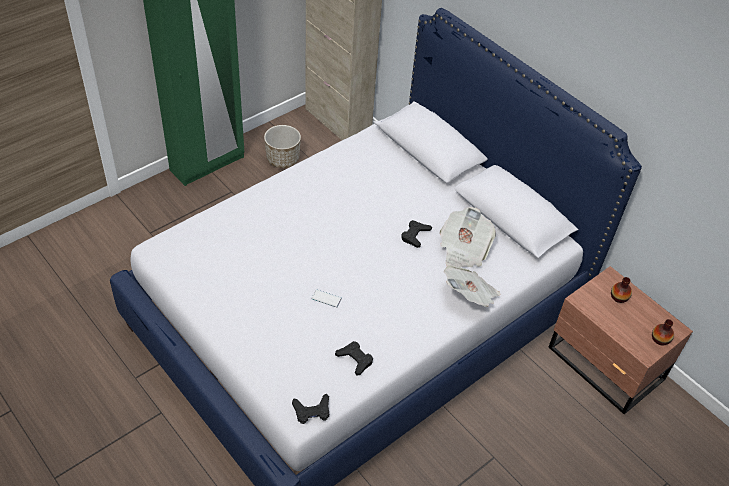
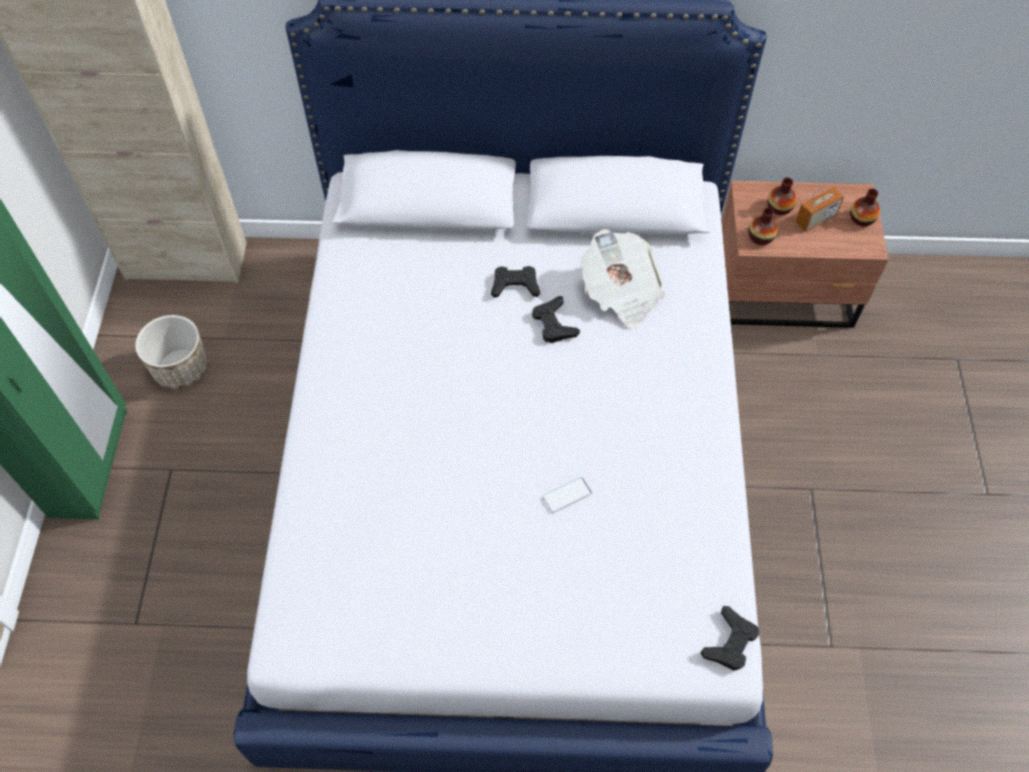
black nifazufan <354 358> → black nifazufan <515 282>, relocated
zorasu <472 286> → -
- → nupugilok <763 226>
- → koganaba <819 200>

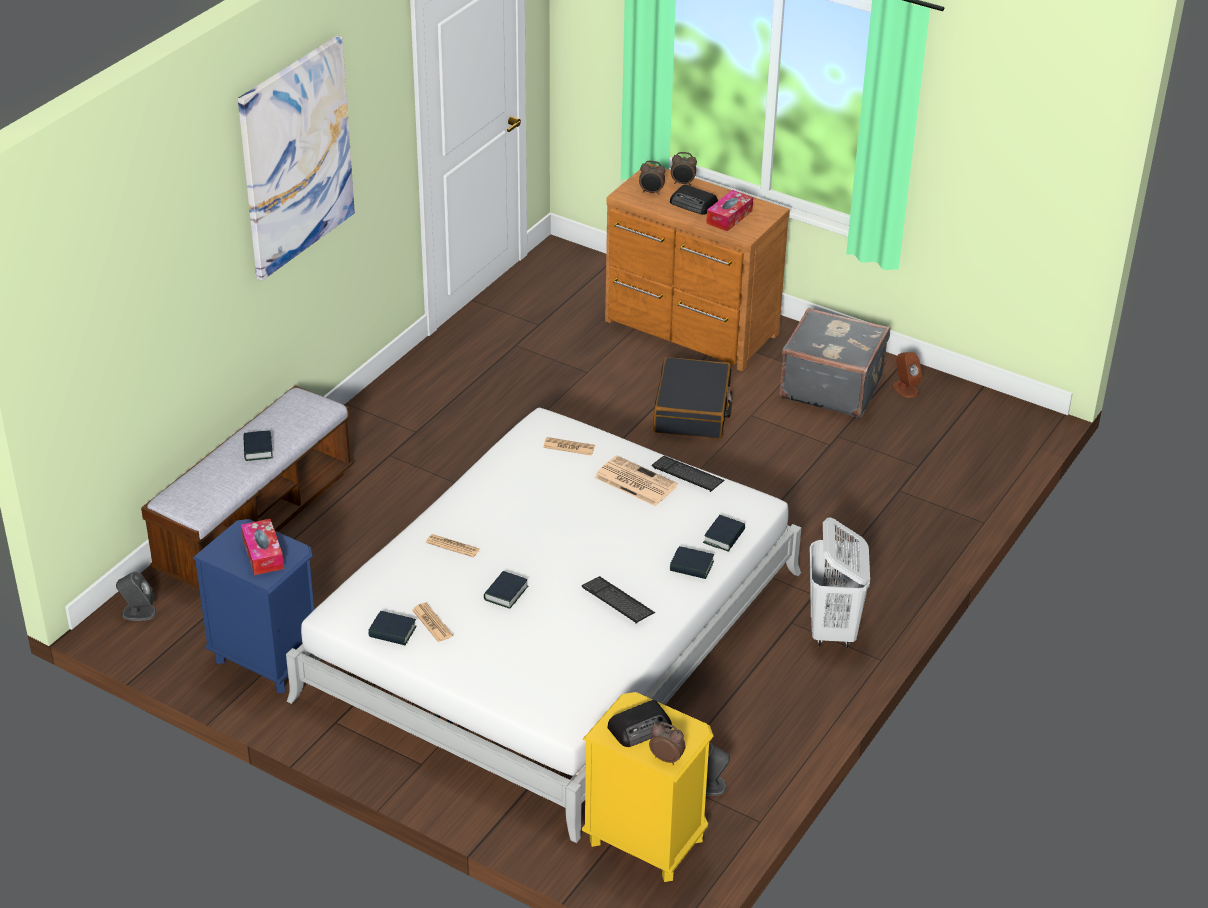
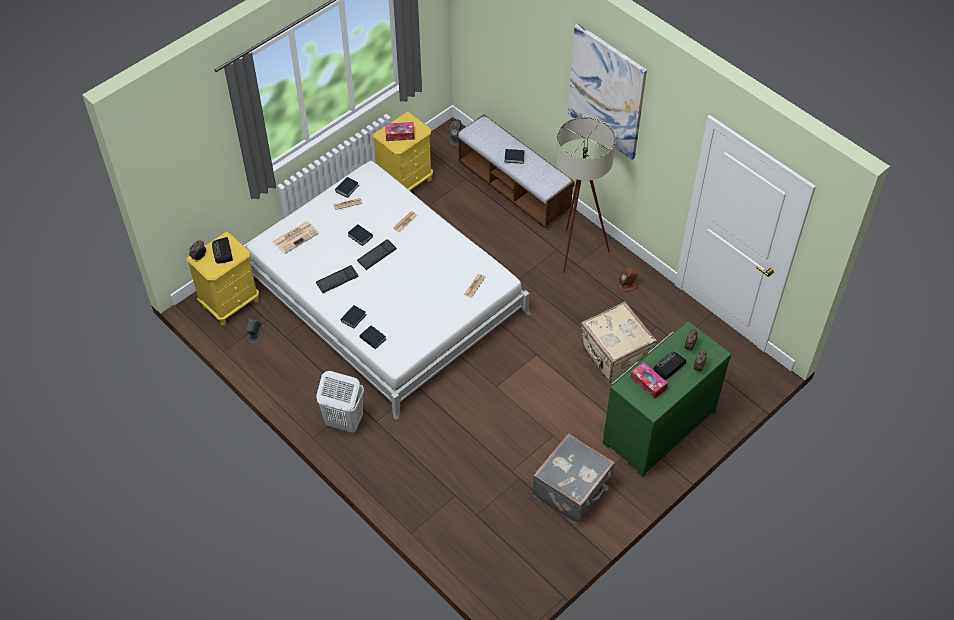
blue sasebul <253 606> → yellow sasebul <402 151>
zorasu <636 480> → zorasu <296 237>, relocated
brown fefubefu <697 267> → green fefubefu <667 399>
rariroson <688 474> → rariroson <377 254>, relocated
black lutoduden <692 398> → -
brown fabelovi <907 375> → brown fabelovi <628 279>, relocated
- → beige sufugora <586 195>
- → beige lutoduden <618 342>

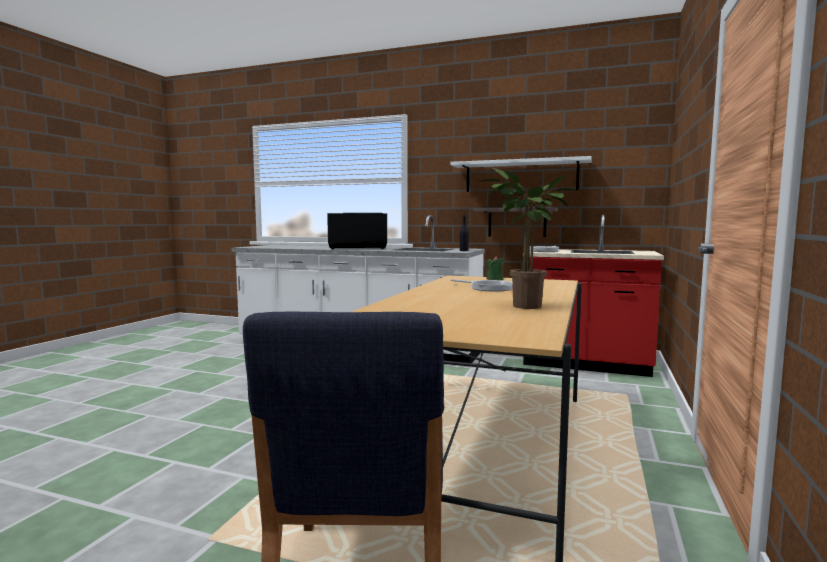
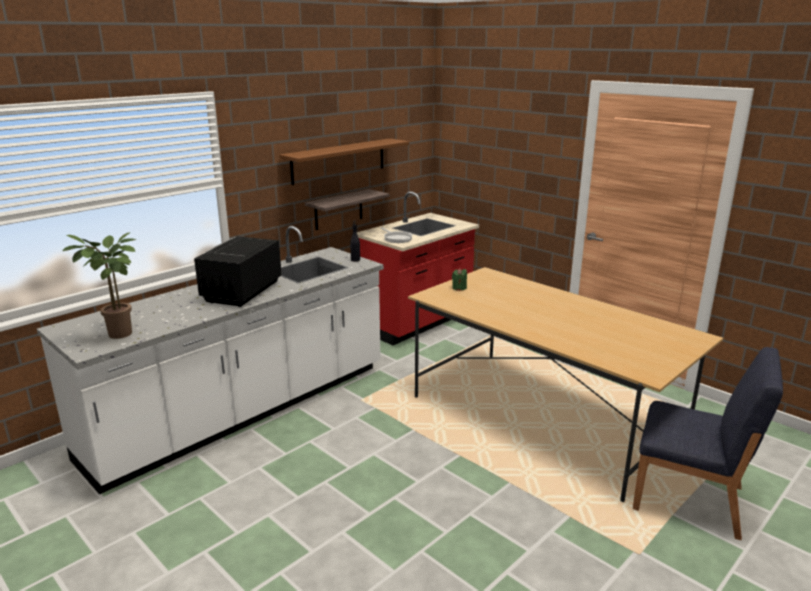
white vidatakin <520 174> → brown vidatakin <344 161>
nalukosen <481 285> → -
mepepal <528 238> → mepepal <100 285>, relocated

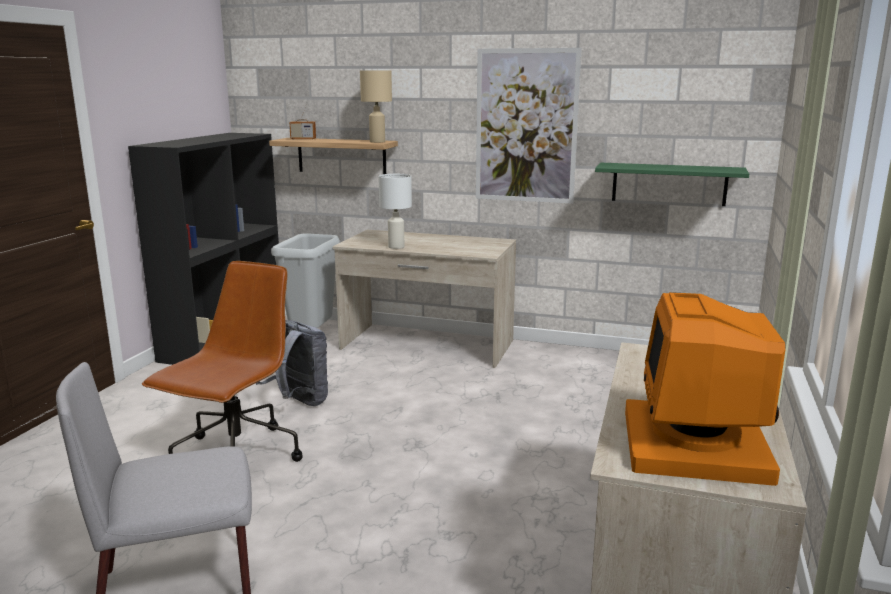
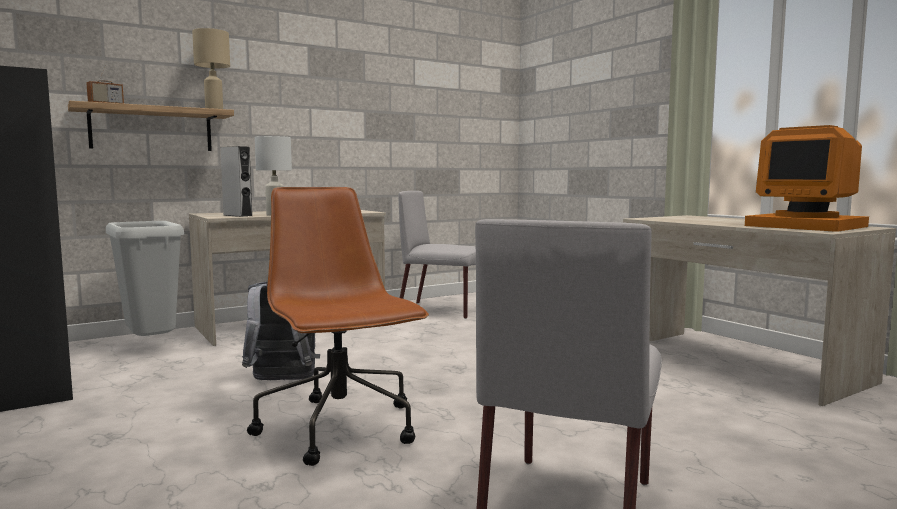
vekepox <529 126> → -
green vidatakin <672 184> → -
- → grey fabelovi <236 181>
- → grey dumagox <437 255>

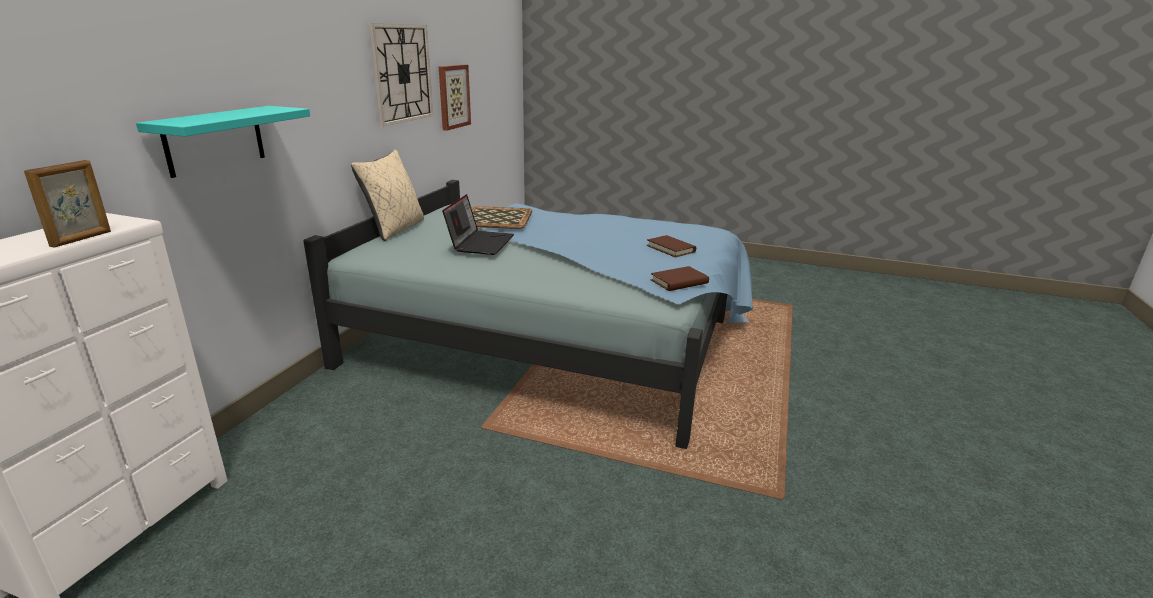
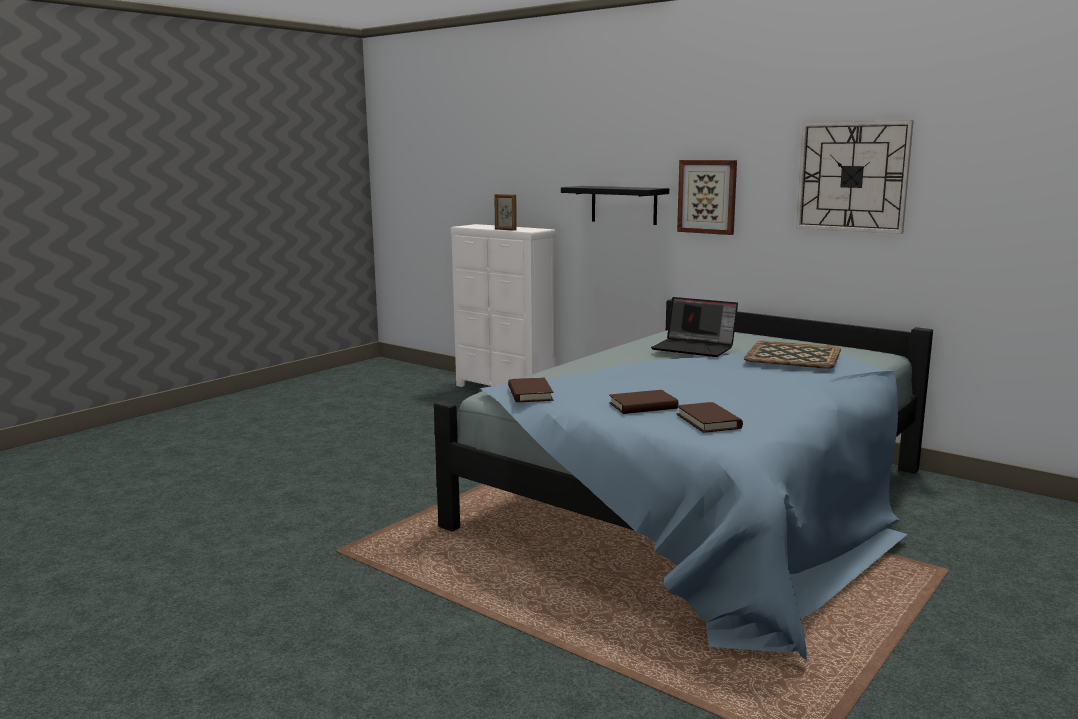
turquoise vidatakin <223 142> → black vidatakin <615 205>
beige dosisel <387 195> → -
vekepox <455 98> → vekepox <707 197>, relocated
- → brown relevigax <710 417>

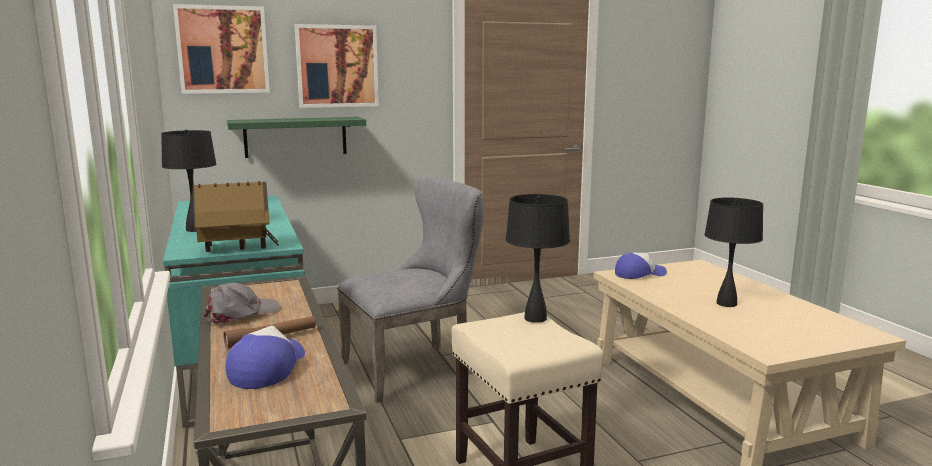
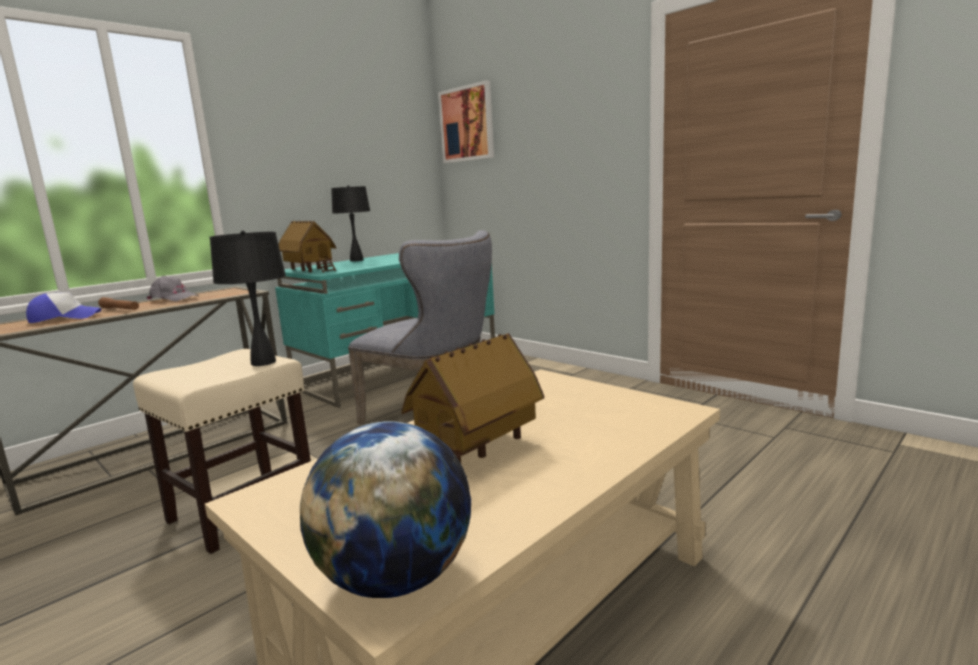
green vidatakin <296 137> → -
vekepox <337 66> → -
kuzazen <641 266> → -
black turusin <734 252> → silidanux <472 398>
- → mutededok <385 509>

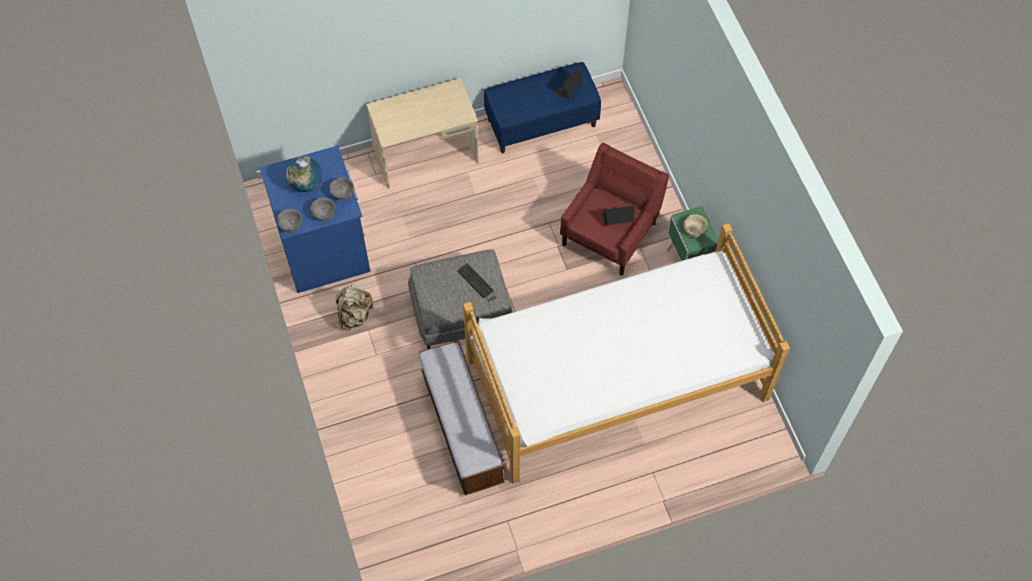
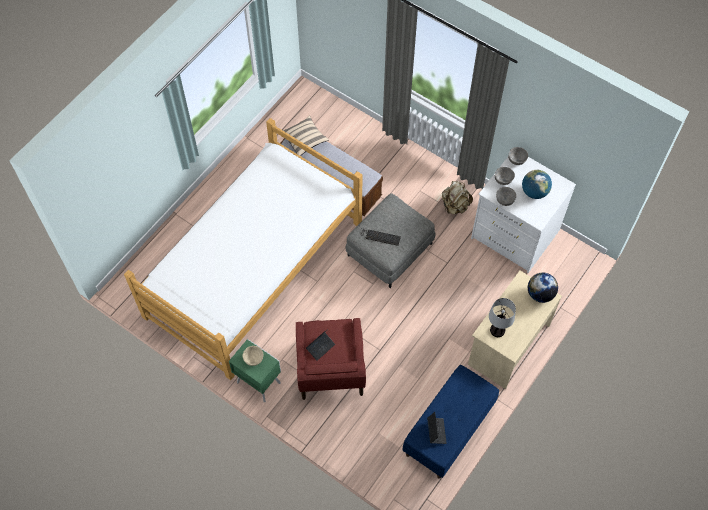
blue fefubefu <315 219> → white fefubefu <523 215>
- → beige dosisel <306 135>
- → turusin <502 317>
- → mutededok <543 288>

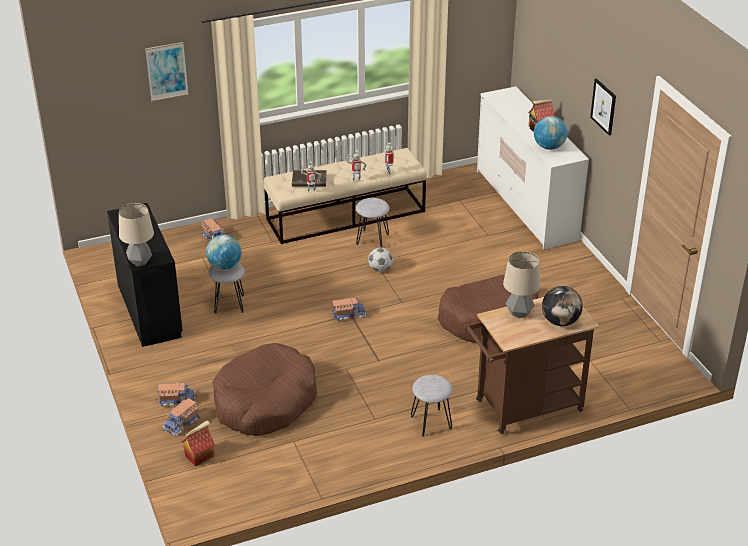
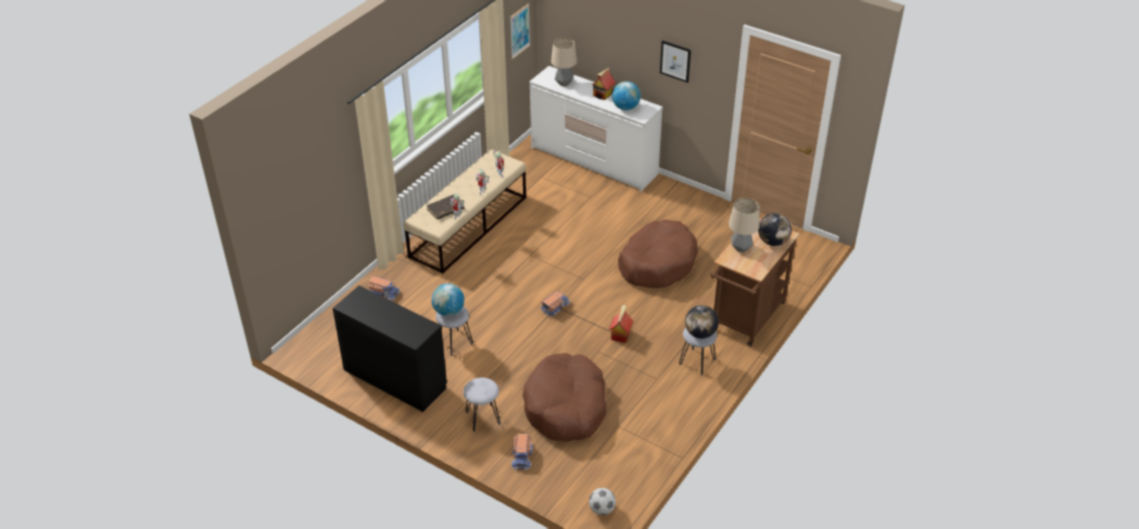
turusin <136 235> → turusin <564 62>, relocated
vekepox <167 71> → vekepox <520 31>, relocated
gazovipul <177 394> → -
silidanux <198 443> → silidanux <621 324>, relocated
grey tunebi <372 223> → grey tunebi <482 405>, relocated
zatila <380 260> → zatila <602 501>, relocated
- → mutededok <702 322>

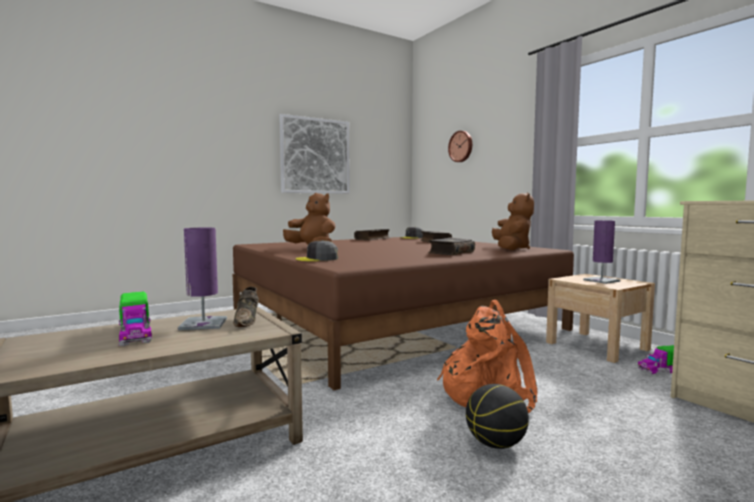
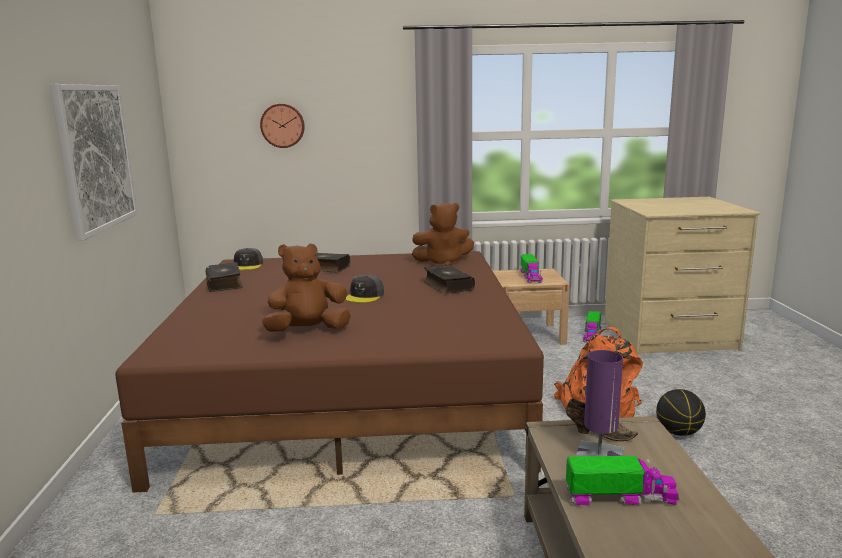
grey kuzazen <316 250> → grey kuzazen <364 289>, relocated
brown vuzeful <513 221> → brown vuzeful <443 234>, 135 degrees clockwise
purple turusin <601 252> → gazovipul <531 269>

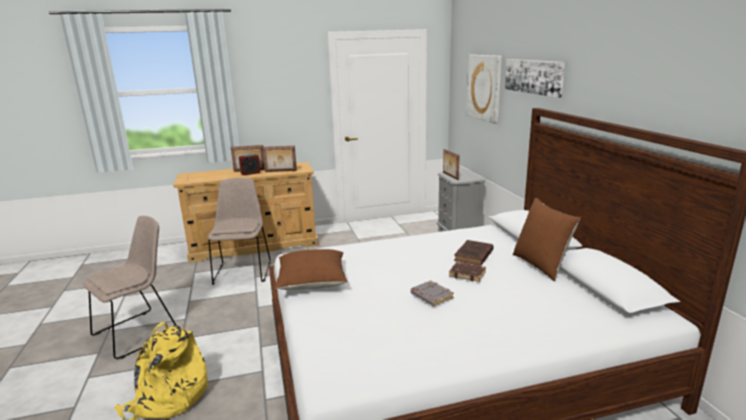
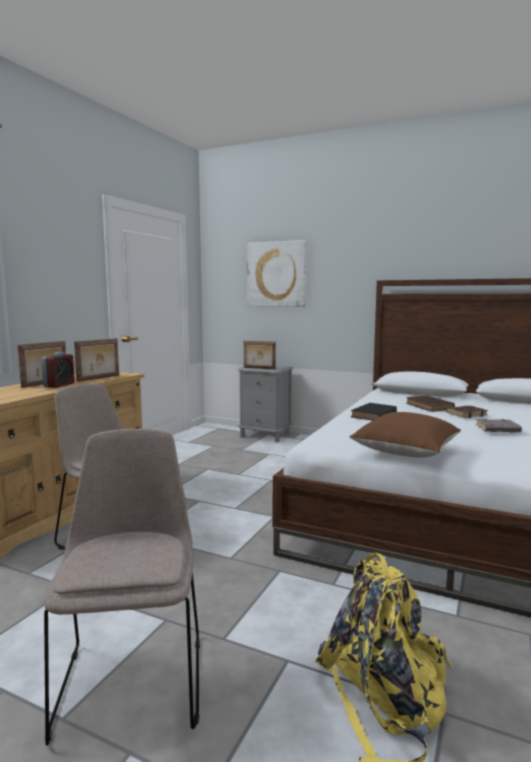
vekepox <535 78> → -
brown dosisel <547 239> → -
- → black relevigax <374 412>

